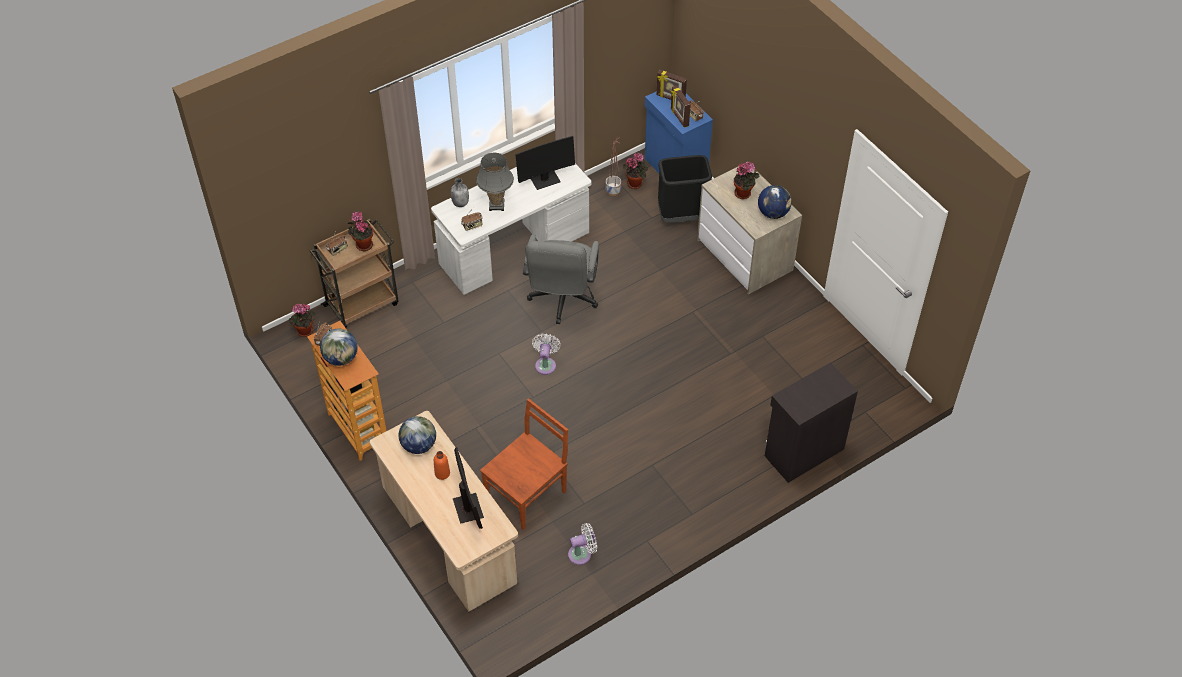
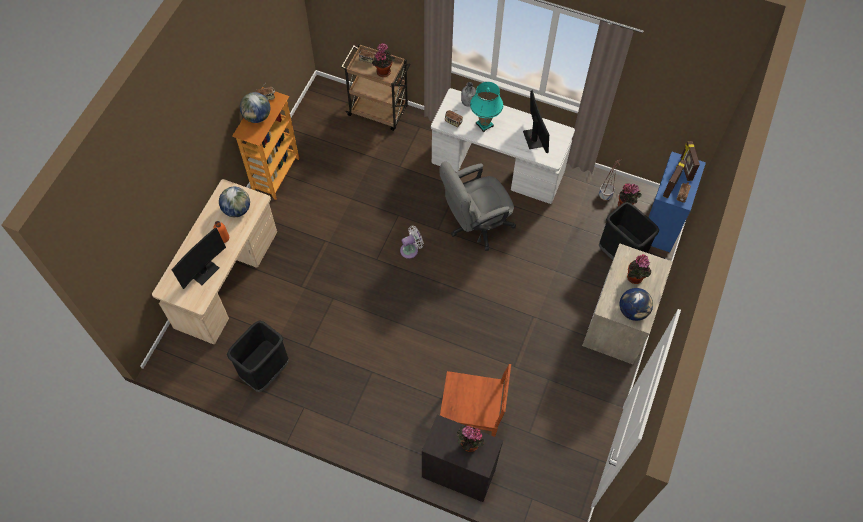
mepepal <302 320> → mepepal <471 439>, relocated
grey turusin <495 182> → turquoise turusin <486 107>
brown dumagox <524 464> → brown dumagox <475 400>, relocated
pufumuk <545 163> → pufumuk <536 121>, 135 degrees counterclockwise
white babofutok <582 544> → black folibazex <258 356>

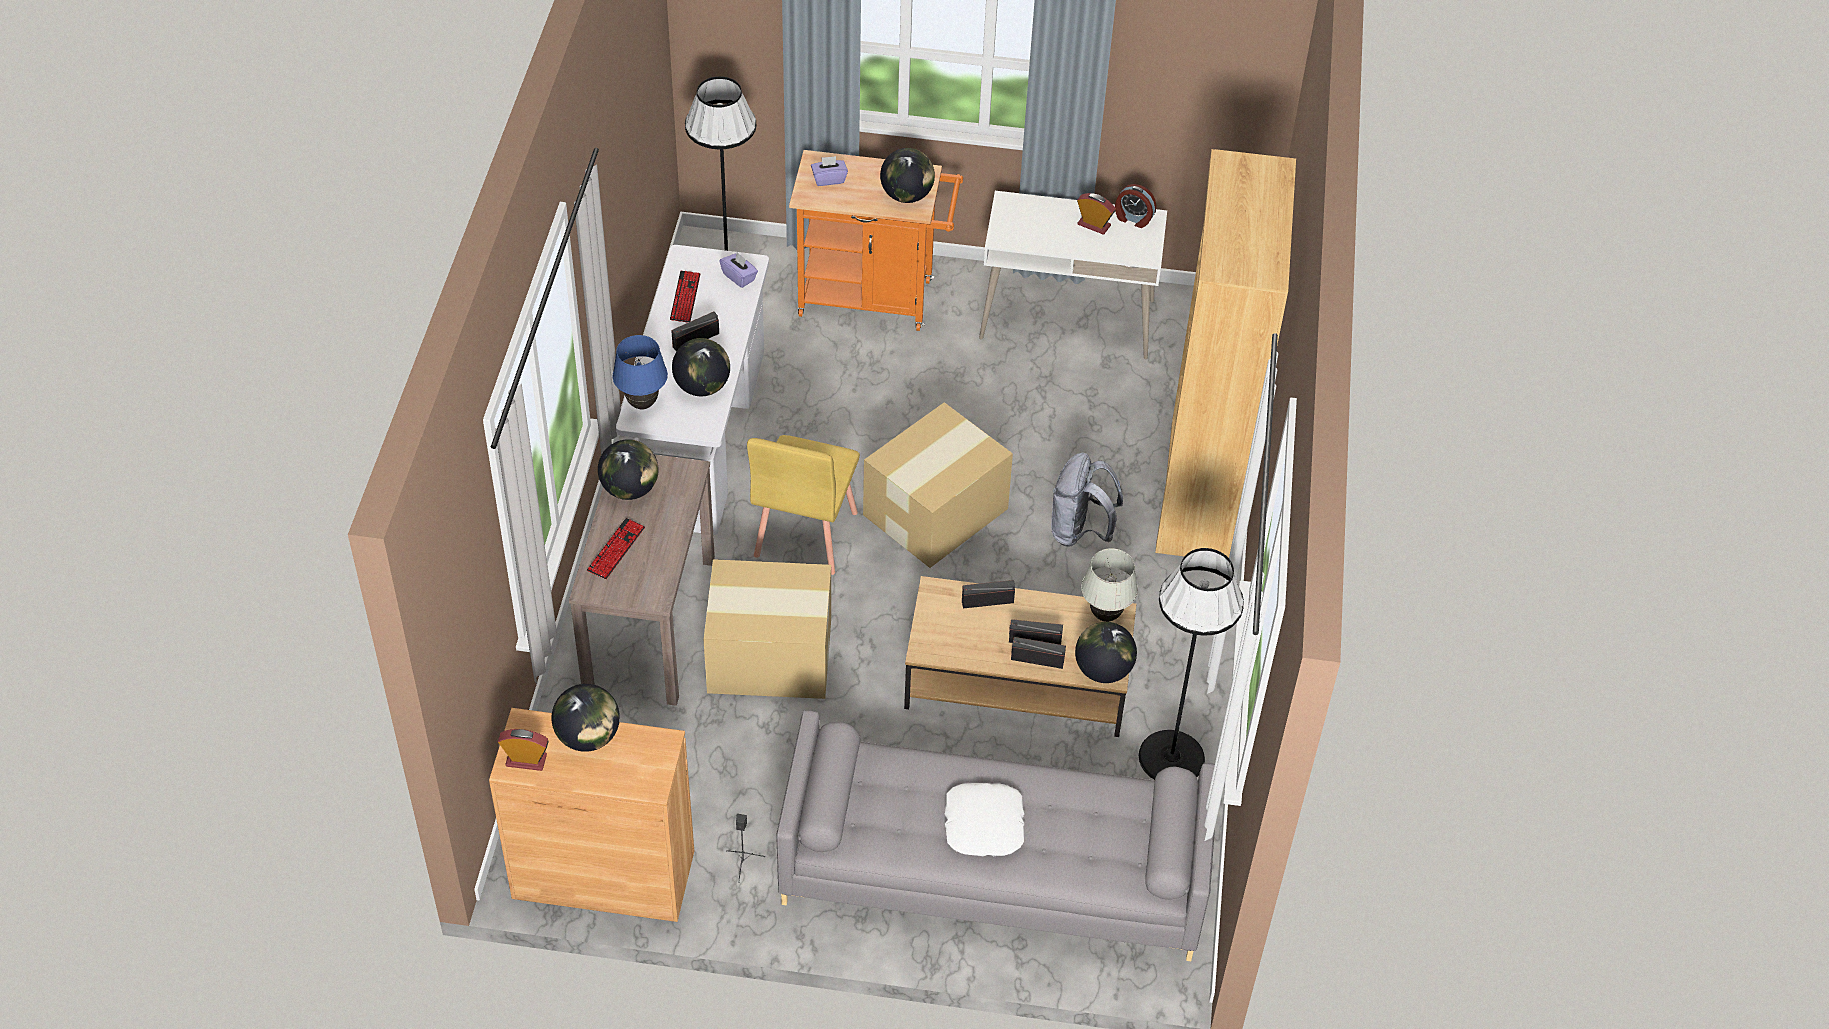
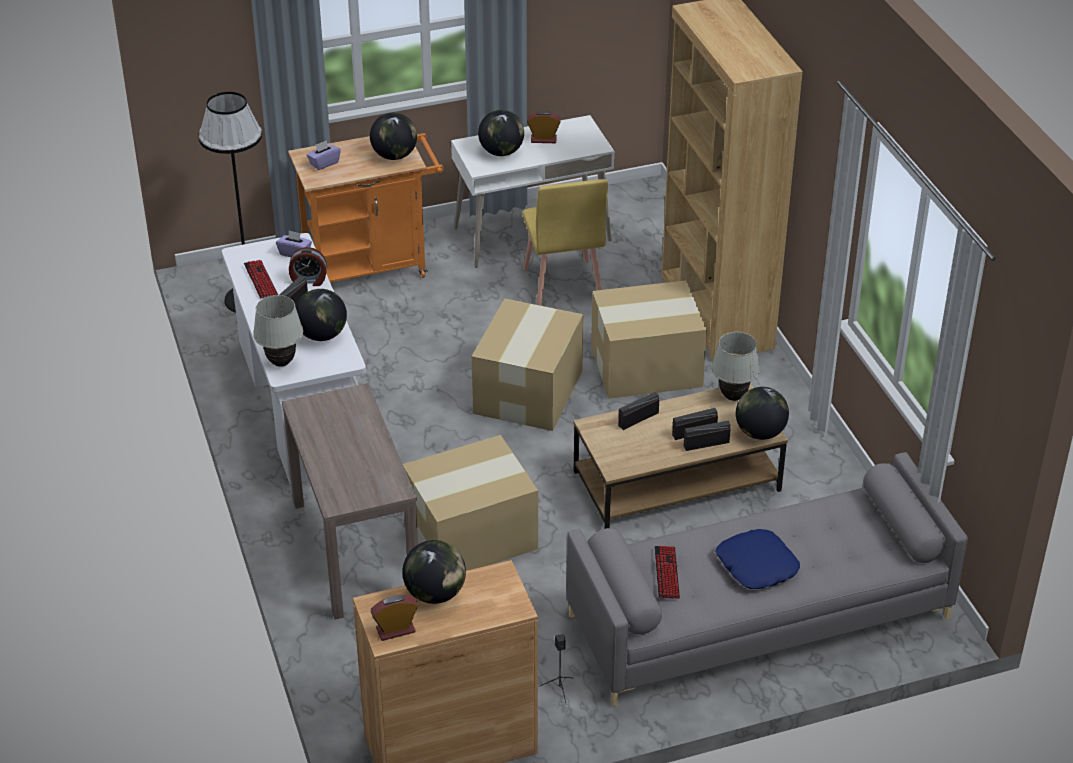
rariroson <616 549> → rariroson <667 572>, relocated
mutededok <628 469> → mutededok <501 133>, relocated
blue turusin <640 372> → white turusin <278 331>
yellow dumagox <803 505> → yellow dumagox <565 242>, relocated
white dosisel <985 819> → blue dosisel <758 559>
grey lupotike <1087 500> → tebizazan <649 339>
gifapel <1136 206> → gifapel <308 266>, relocated
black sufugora <1191 664> → -

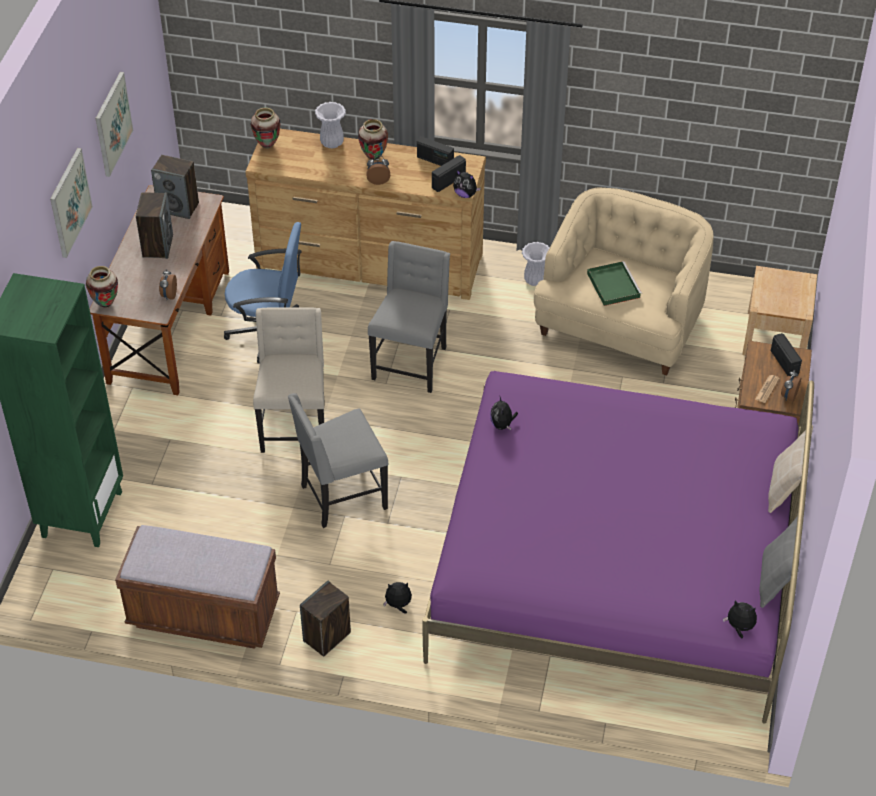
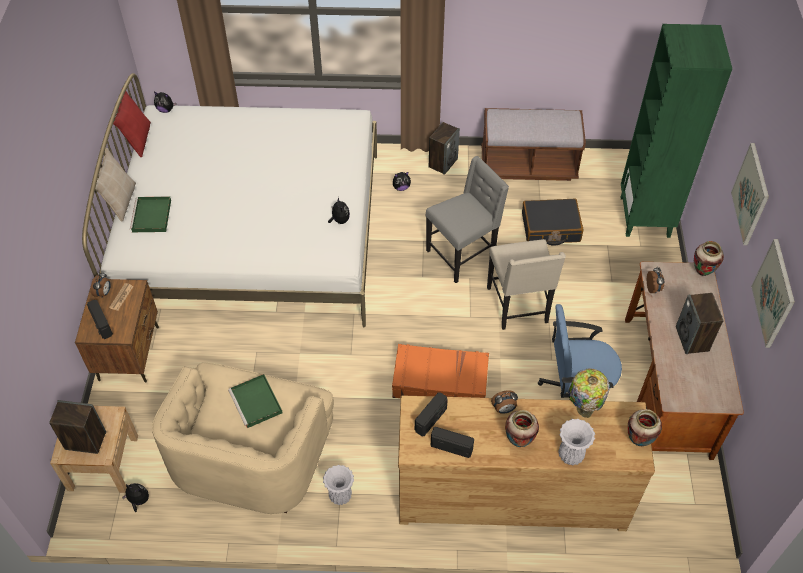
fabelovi <175 187> → fabelovi <77 427>, relocated
grey dumagox <409 317> → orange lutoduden <440 371>
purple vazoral <618 547> → white vazoral <229 200>
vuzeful <467 184> → vuzeful <135 497>, relocated
grey dosisel <779 562> → red dosisel <132 124>
- → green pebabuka <150 214>
- → black lutoduden <552 222>
- → turusin <589 393>

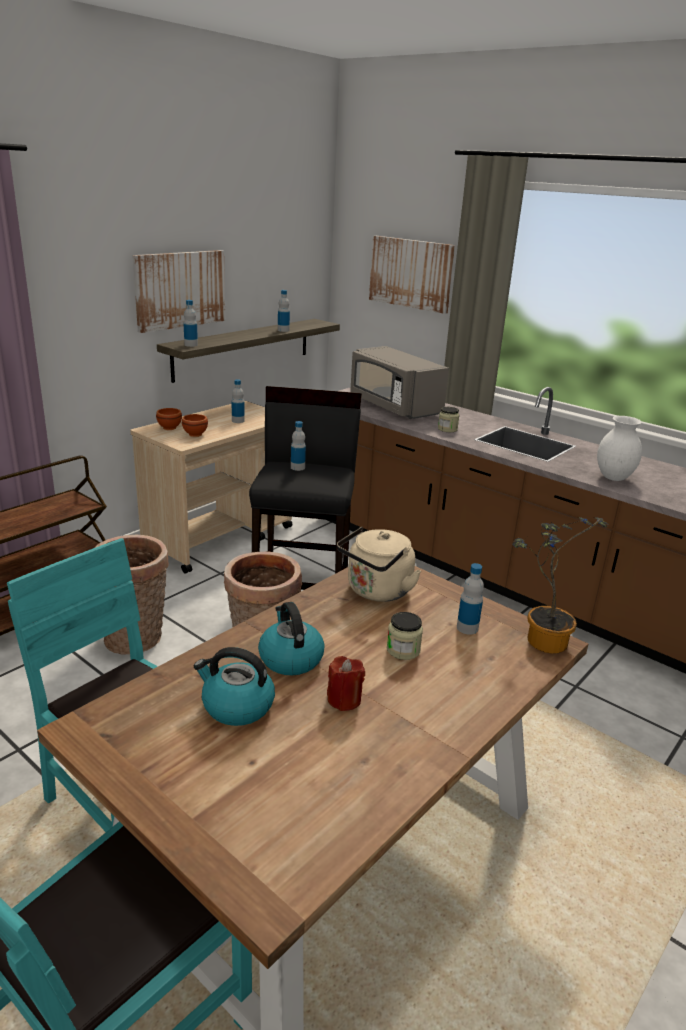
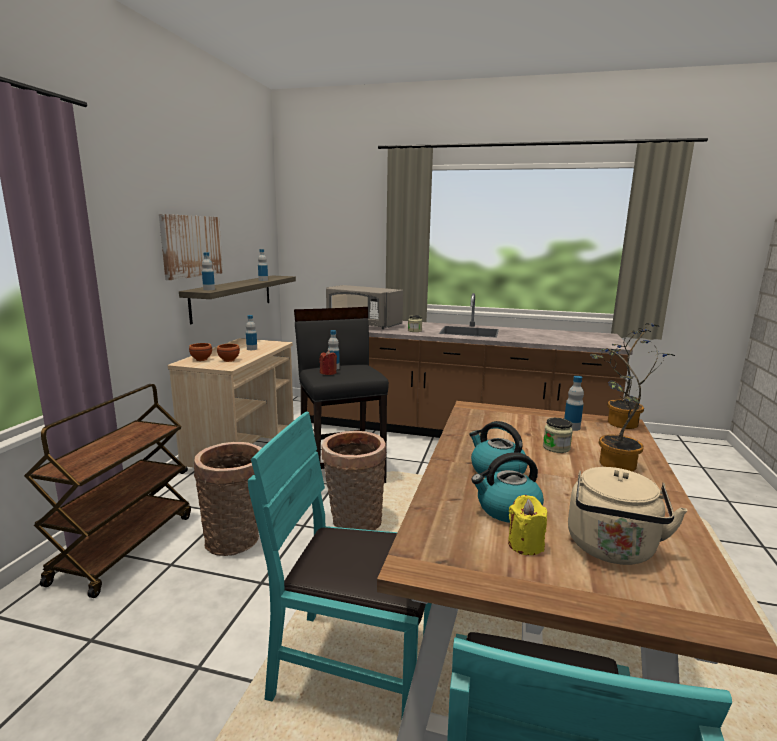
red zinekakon <346 683> → red zinekakon <328 362>, relocated
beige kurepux <379 564> → beige kurepux <628 516>, relocated
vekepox <412 275> → -
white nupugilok <619 448> → -
- → yellow zinekakon <527 525>
- → mepepal <636 406>

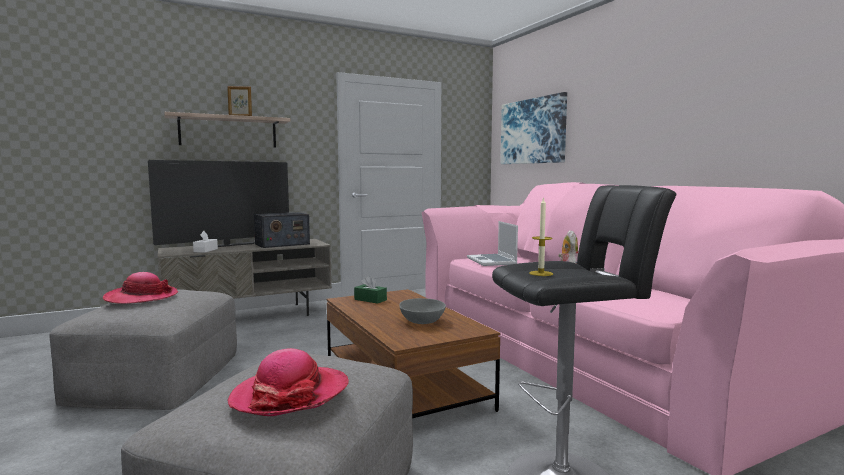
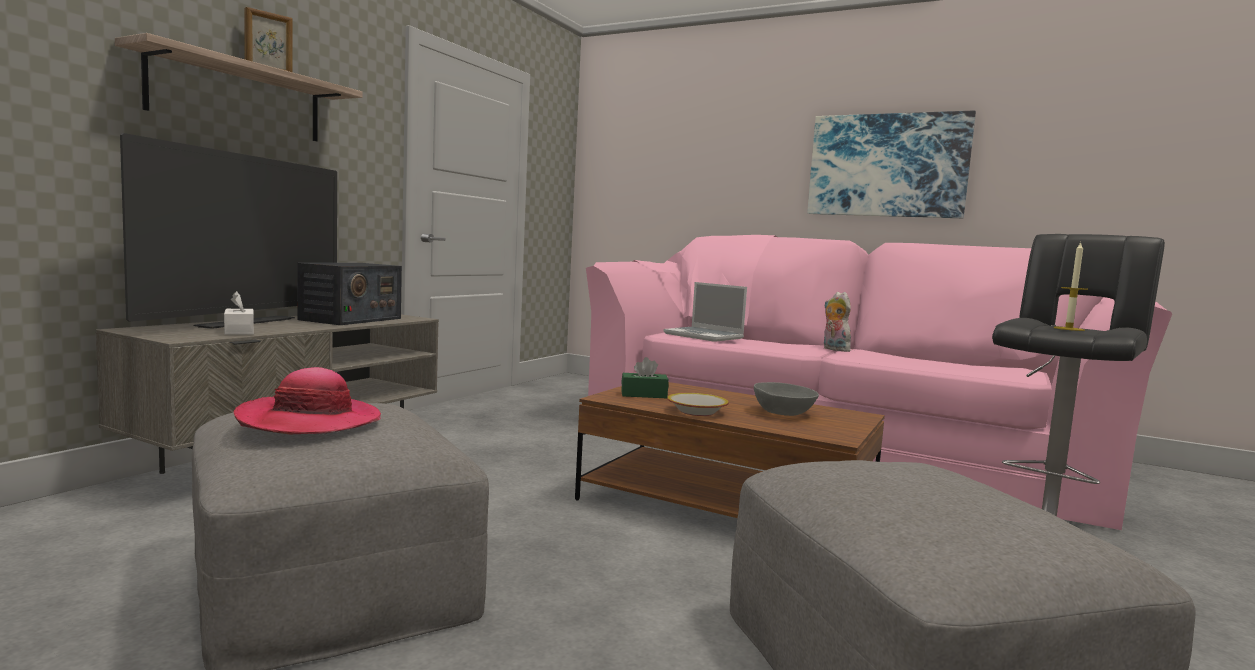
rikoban <288 382> → -
vekepox <534 128> → vekepox <891 164>, relocated
- → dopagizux <698 404>

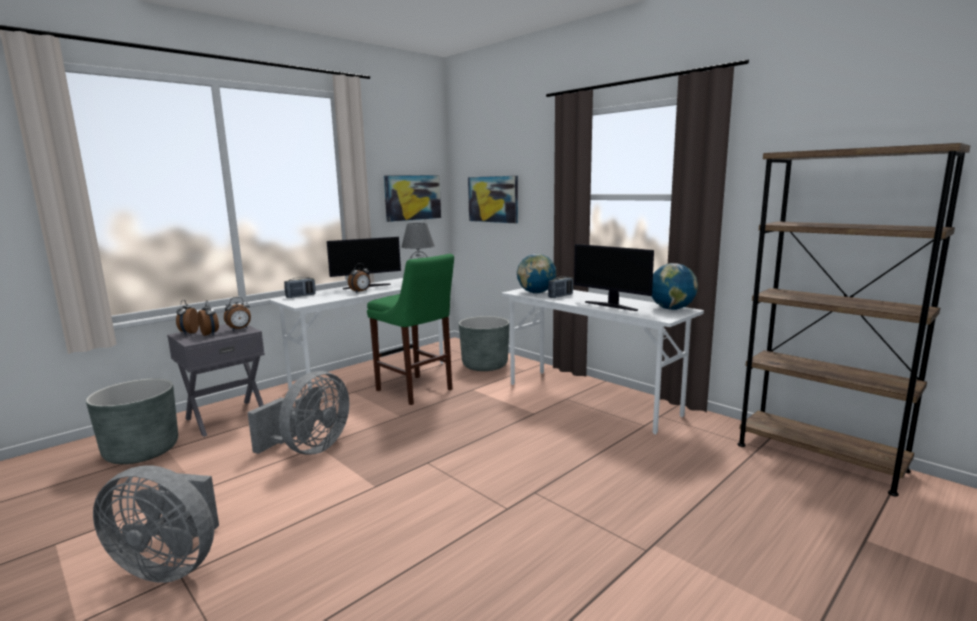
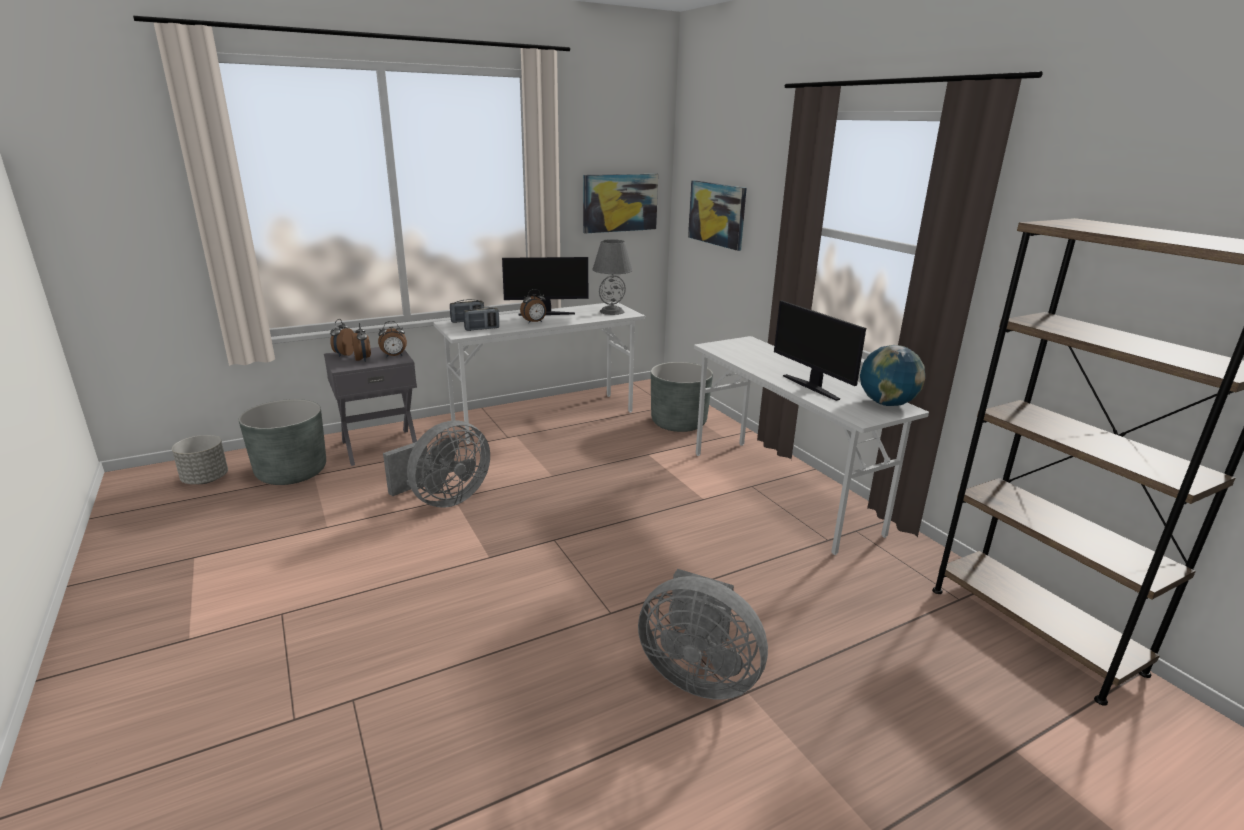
grey babofutok <156 524> → grey babofutok <703 634>, relocated
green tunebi <410 329> → -
mutededok <536 274> → -
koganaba <560 287> → koganaba <481 318>, relocated
- → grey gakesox <200 459>

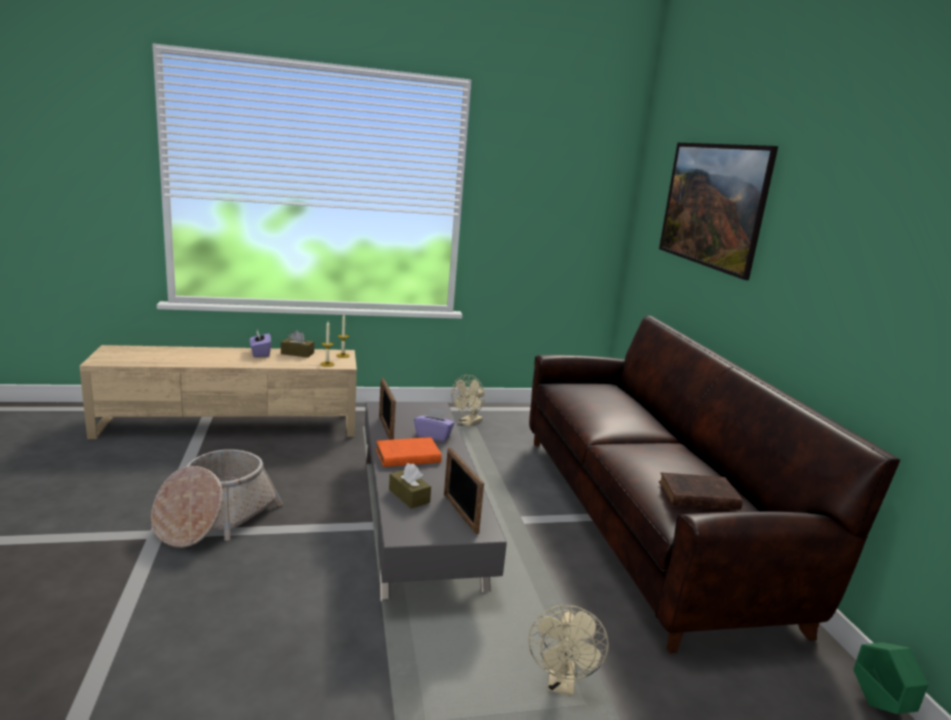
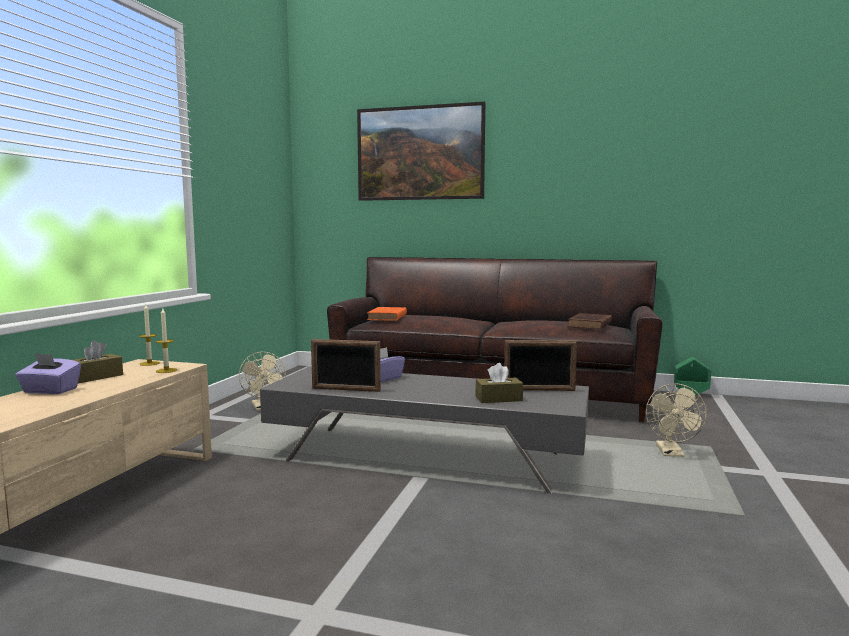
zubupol <217 498> → -
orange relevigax <409 452> → orange relevigax <387 314>, relocated
beige babofutok <569 650> → beige babofutok <676 420>, 60 degrees clockwise

